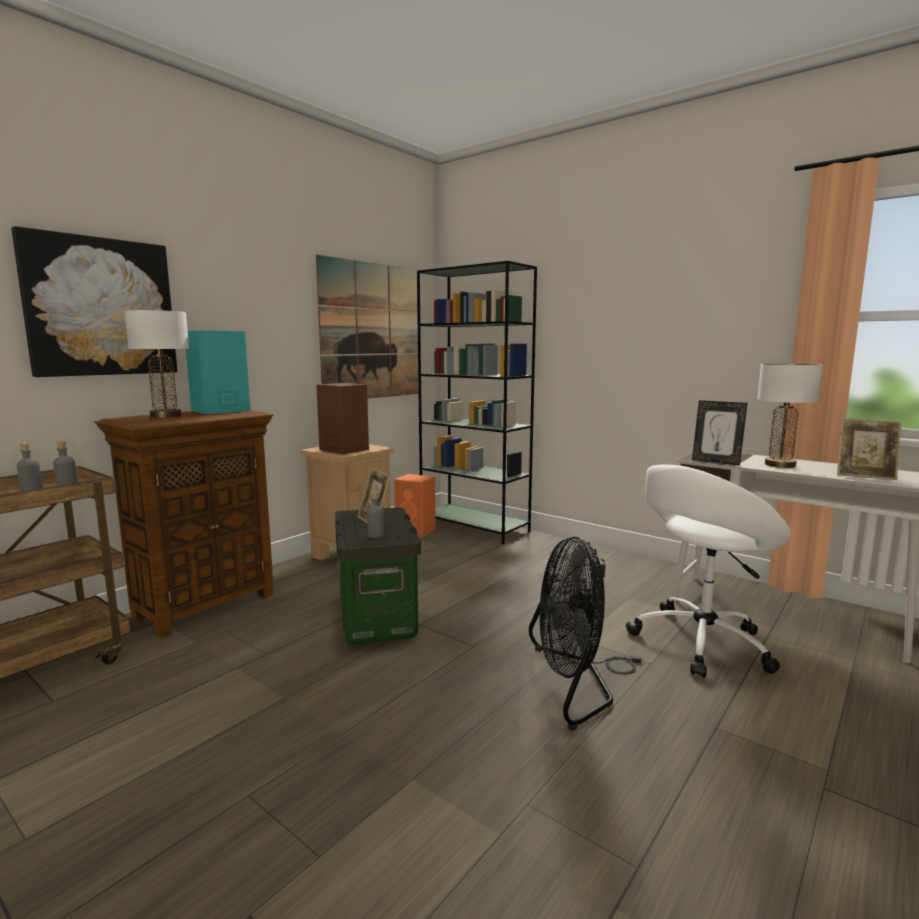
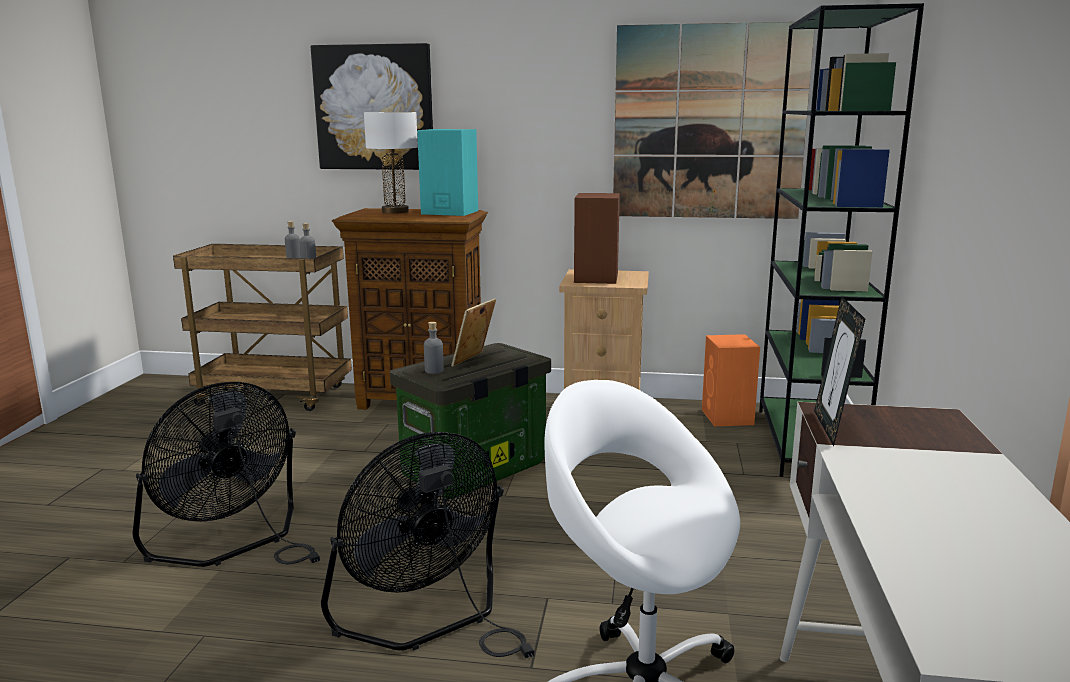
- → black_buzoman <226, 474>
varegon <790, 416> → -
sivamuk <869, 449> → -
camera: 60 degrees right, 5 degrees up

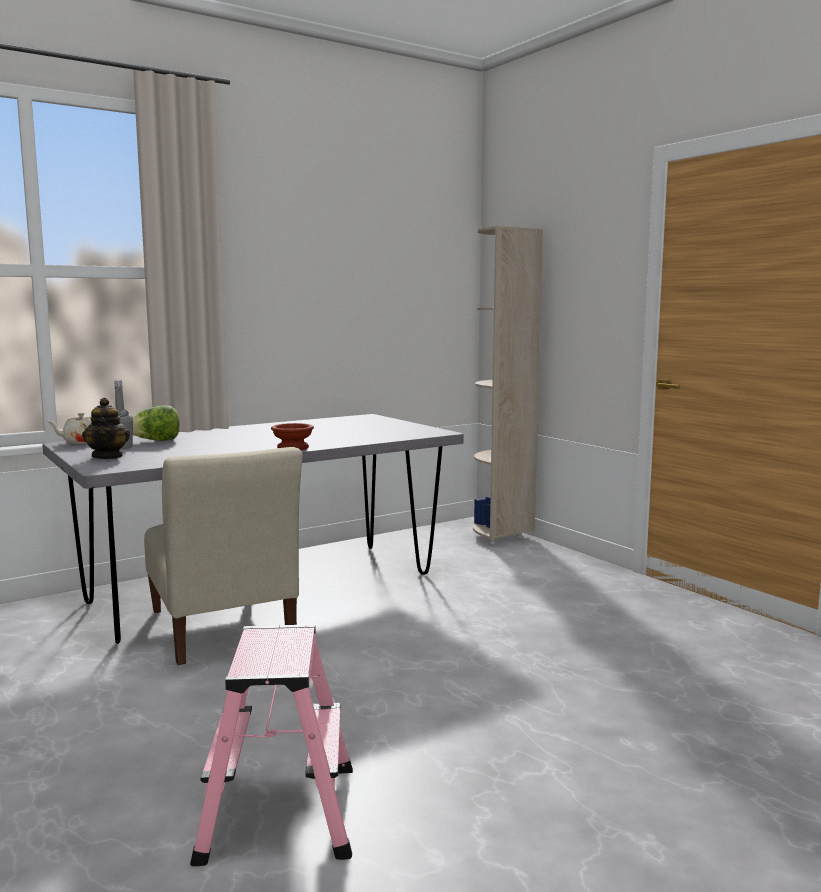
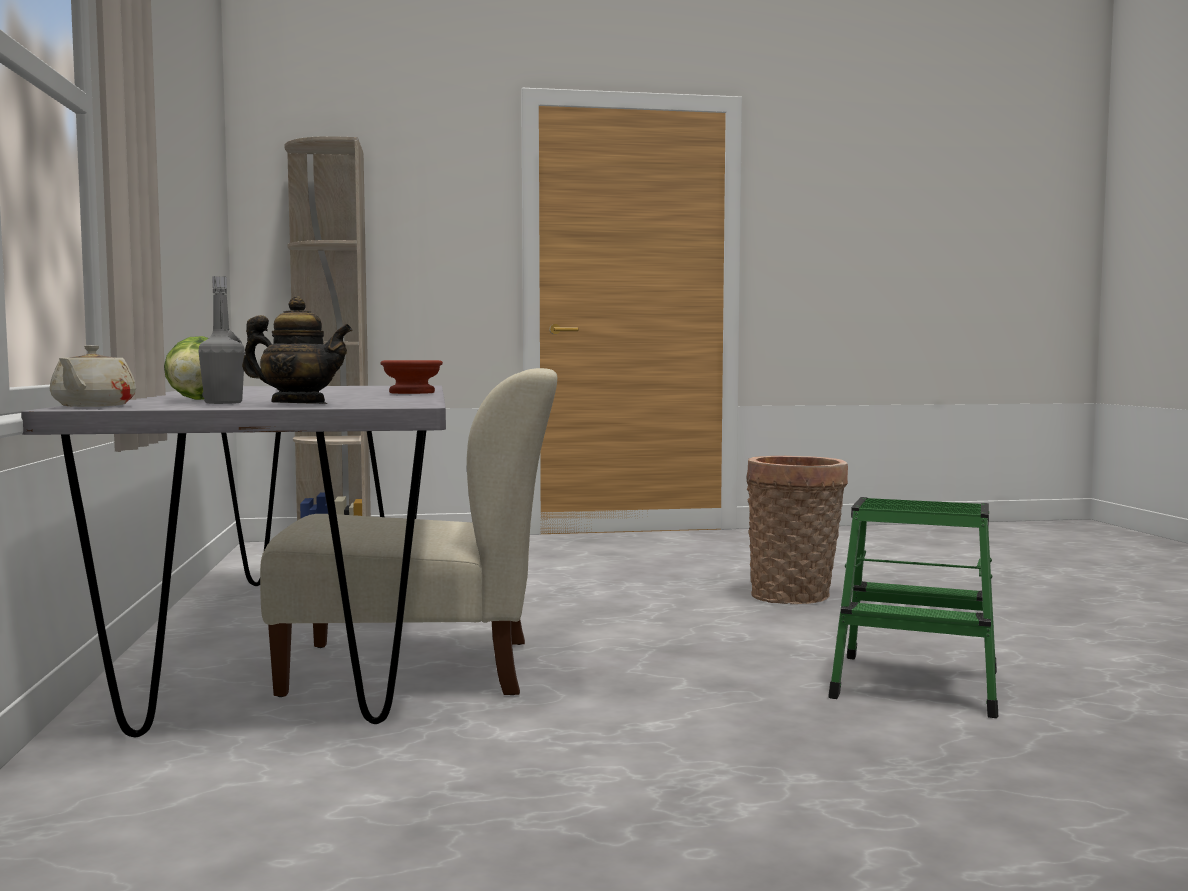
- → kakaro <797, 530>
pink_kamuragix <271, 745> → green_kamuragix <913, 607>
camera: 65 degrees left, 5 degrees down

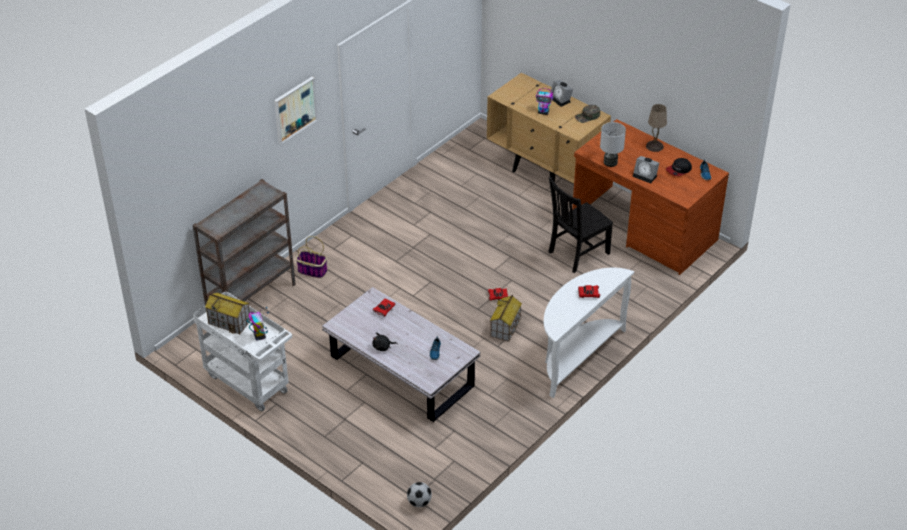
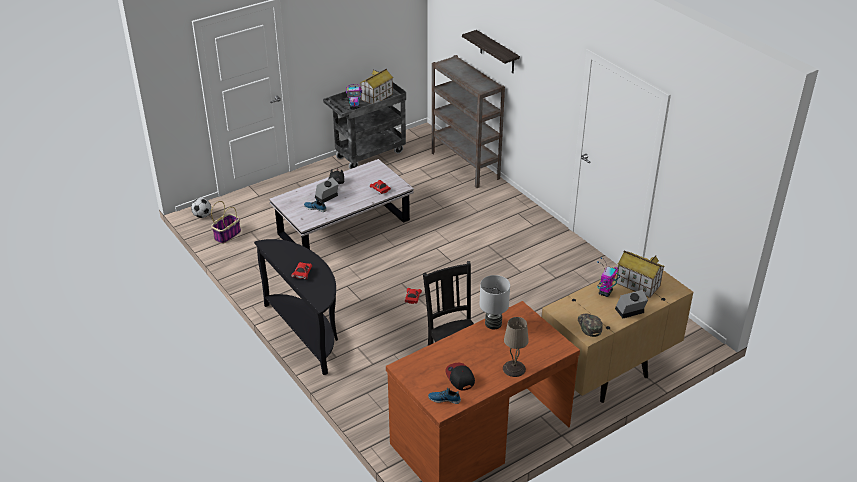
kakaro <311, 257> → kakaro <226, 222>, moved
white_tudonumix <589, 333> → black_tudonumix <296, 307>
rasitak <646, 169> → rasitak <327, 190>, moved
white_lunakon <243, 351> → black_lunakon <364, 125>
- → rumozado <491, 51>
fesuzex <506, 318> → fesuzex <640, 274>, moved
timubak <296, 110> → -
camera: 105 degrees right, 5 degrees down

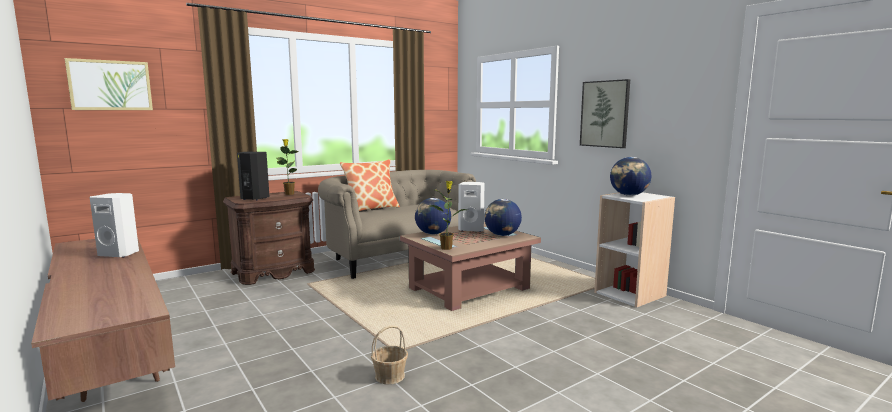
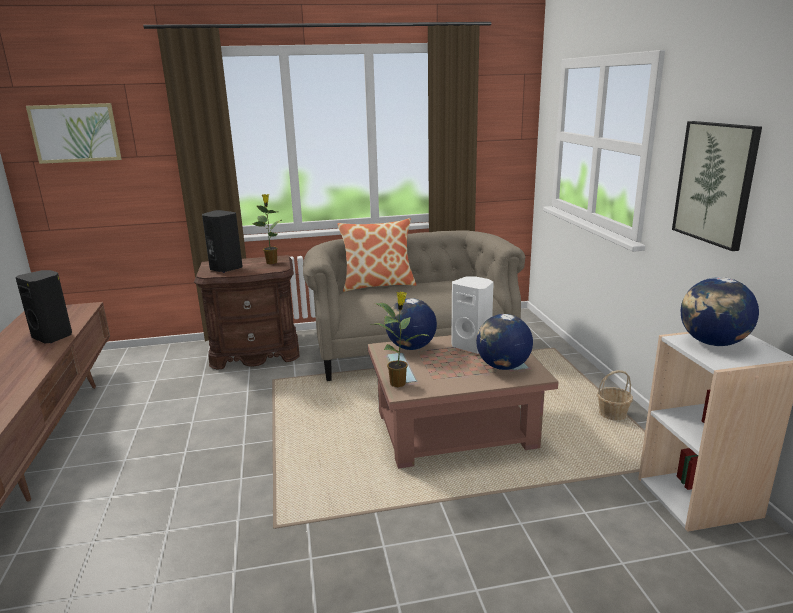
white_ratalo <114, 225> → black_ratalo <43, 307>
kakaro <389, 354> → kakaro <615, 395>, moved
camera: 25 degrees right, 10 degrees up

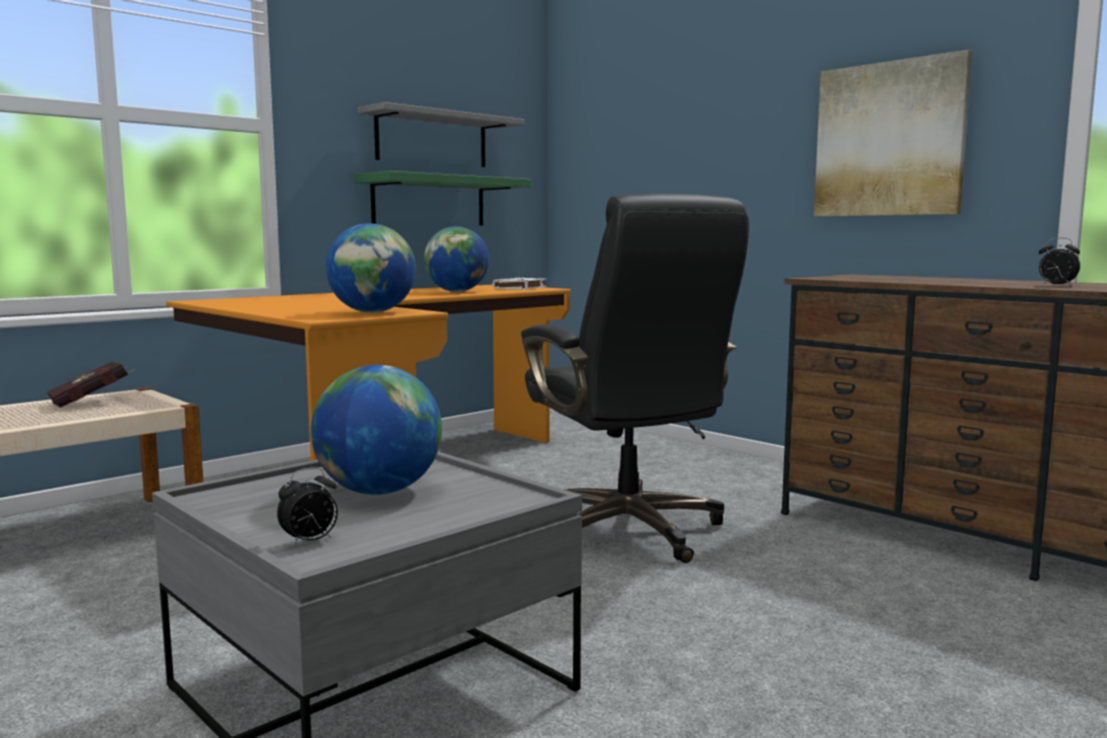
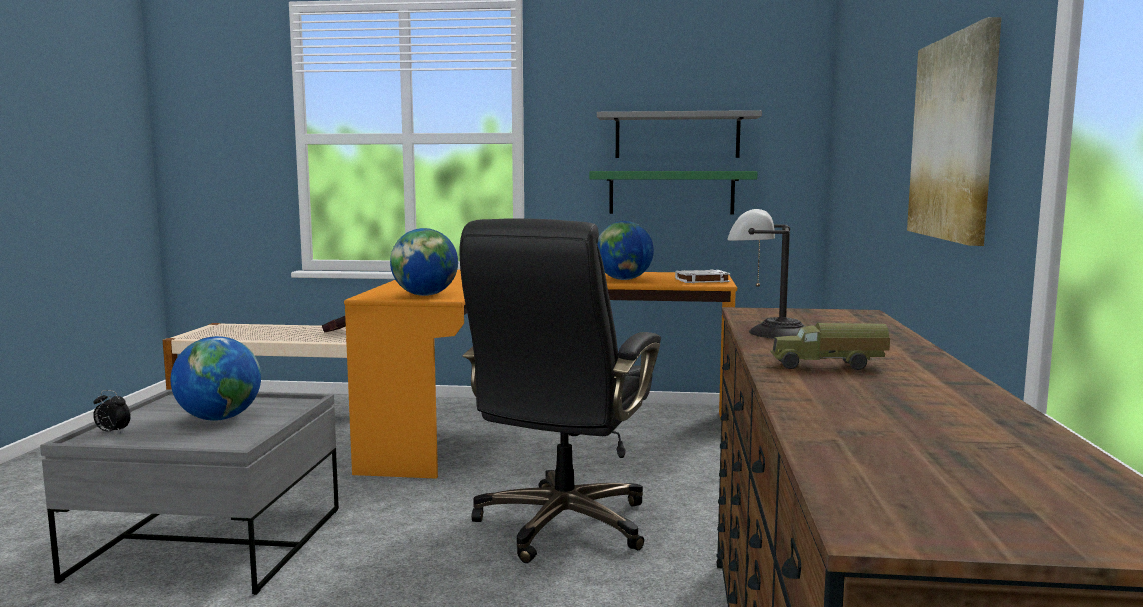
- → varegon <766, 274>
rasitak <1059, 262> → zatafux <830, 346>
camera: 50 degrees right, 0 degrees up

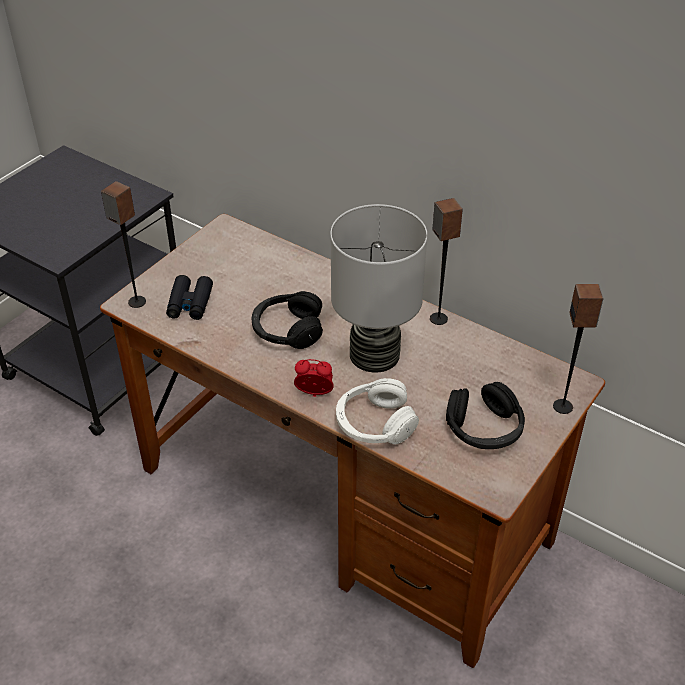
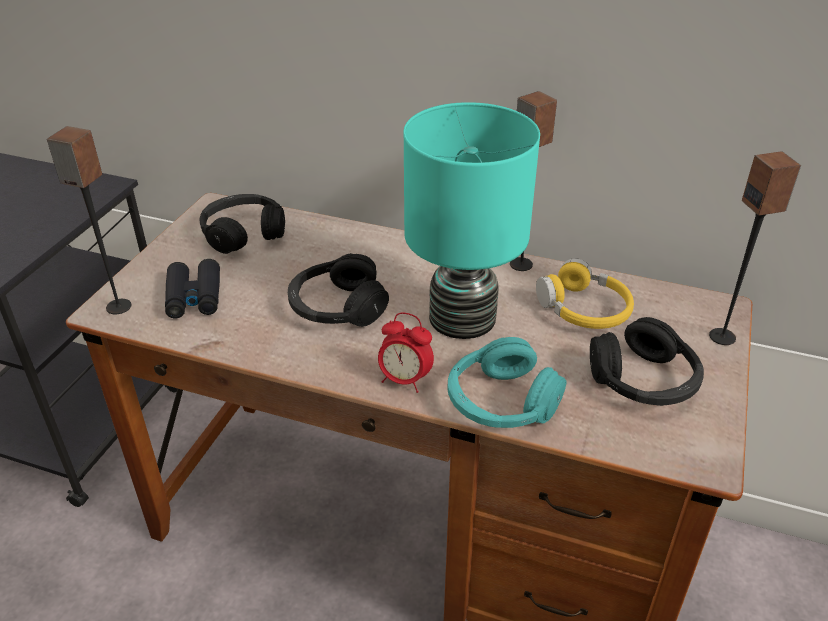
- → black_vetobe <242, 224>
rasitak <314, 378> → rasitak <406, 352>, 150 degrees counterclockwise
grey_varegon <379, 288> → turquoise_varegon <472, 220>
white_vetobe <377, 411> → turquoise_vetobe <506, 382>
- → yellow_vetobe <585, 293>
camera: 15 degrees left, 5 degrees down

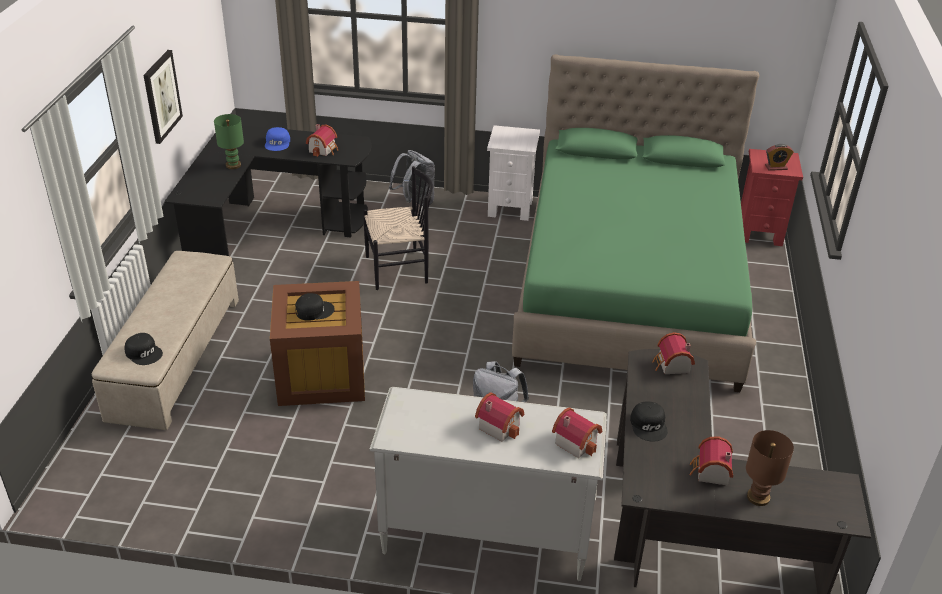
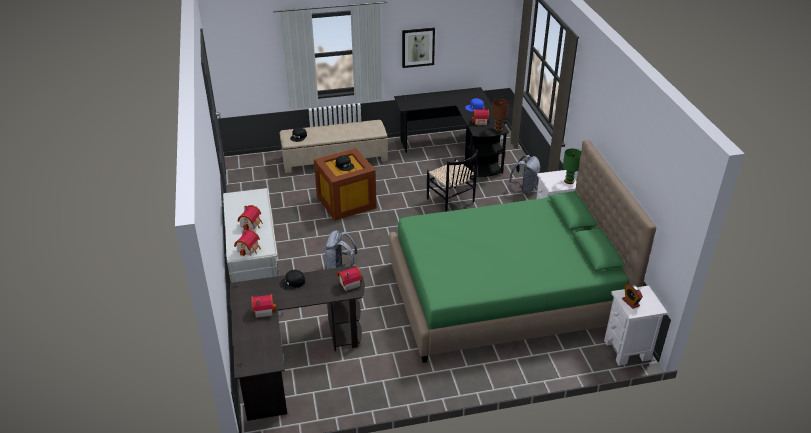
brown_varegon <770, 468> → brown_varegon <500, 115>, moved
green_varegon <229, 141> → green_varegon <572, 166>, moved
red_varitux <772, 197> → white_varitux <636, 325>
camera: 70 degrees right, 0 degrees up

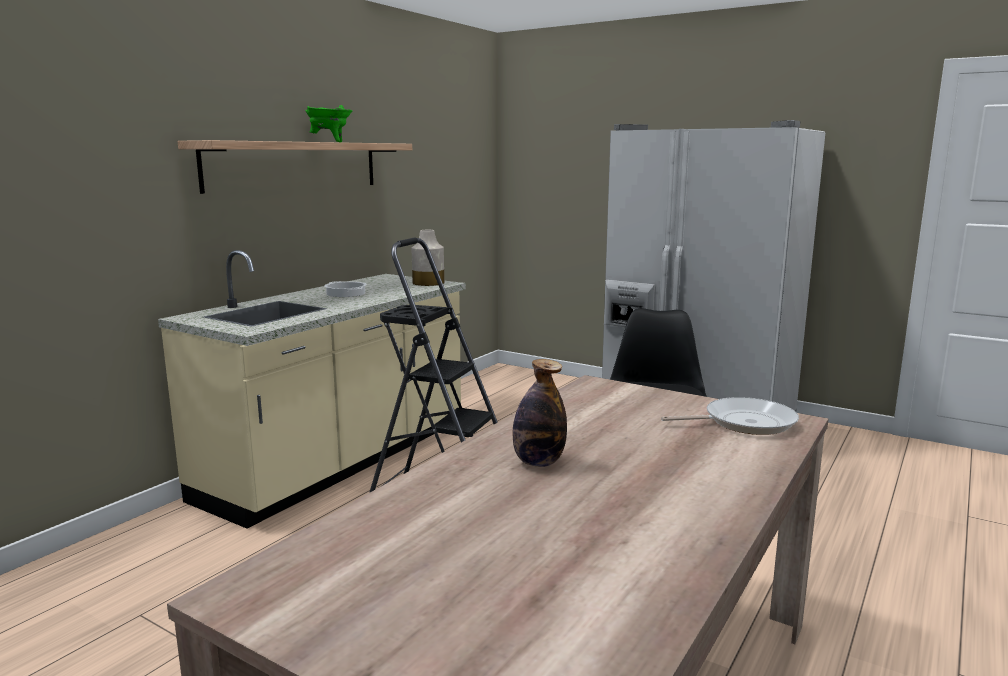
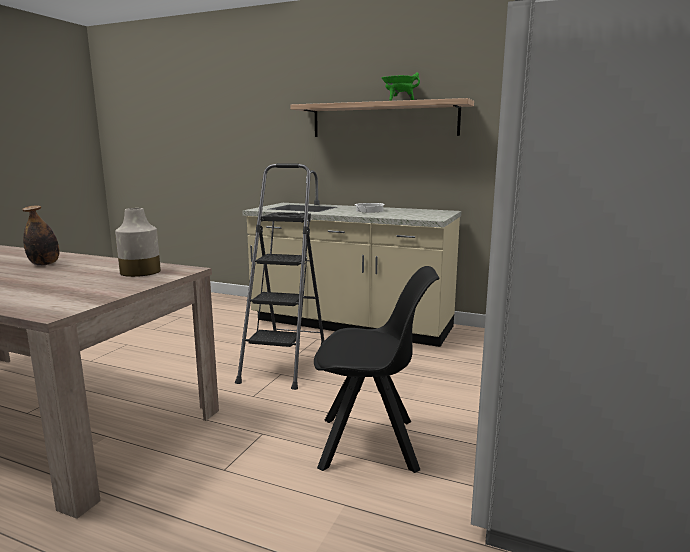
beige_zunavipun <427, 258> → beige_zunavipun <138, 242>, moved
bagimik <730, 416> → -
camera: 80 degrees right, 0 degrees up

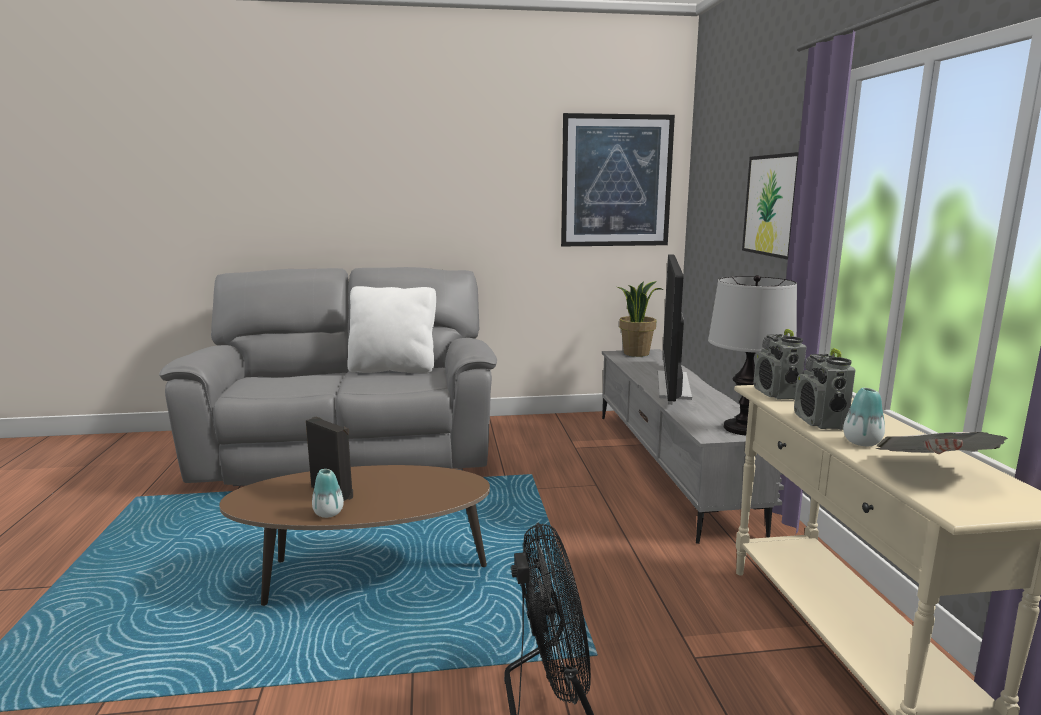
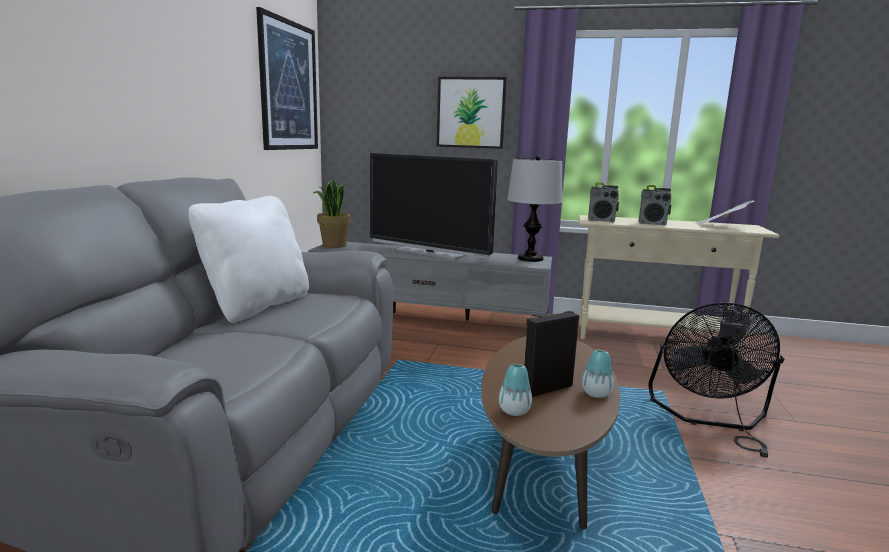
zunavipun <864, 417> → zunavipun <515, 390>, moved
camera: 70 degrees left, 0 degrees up

